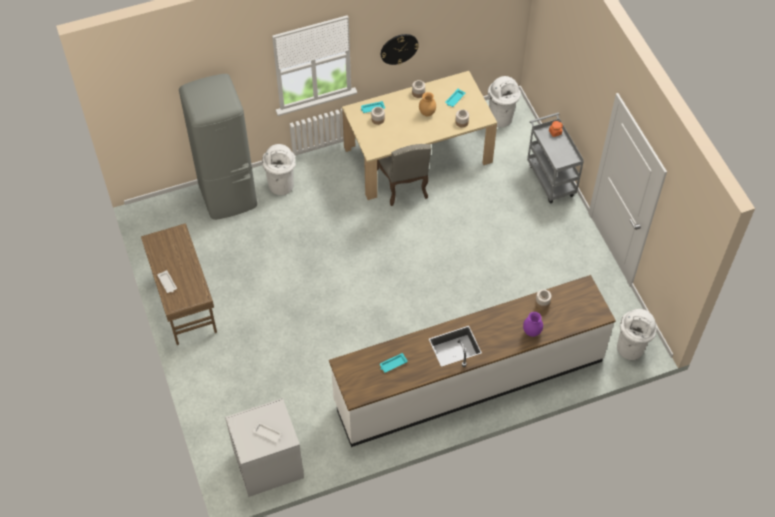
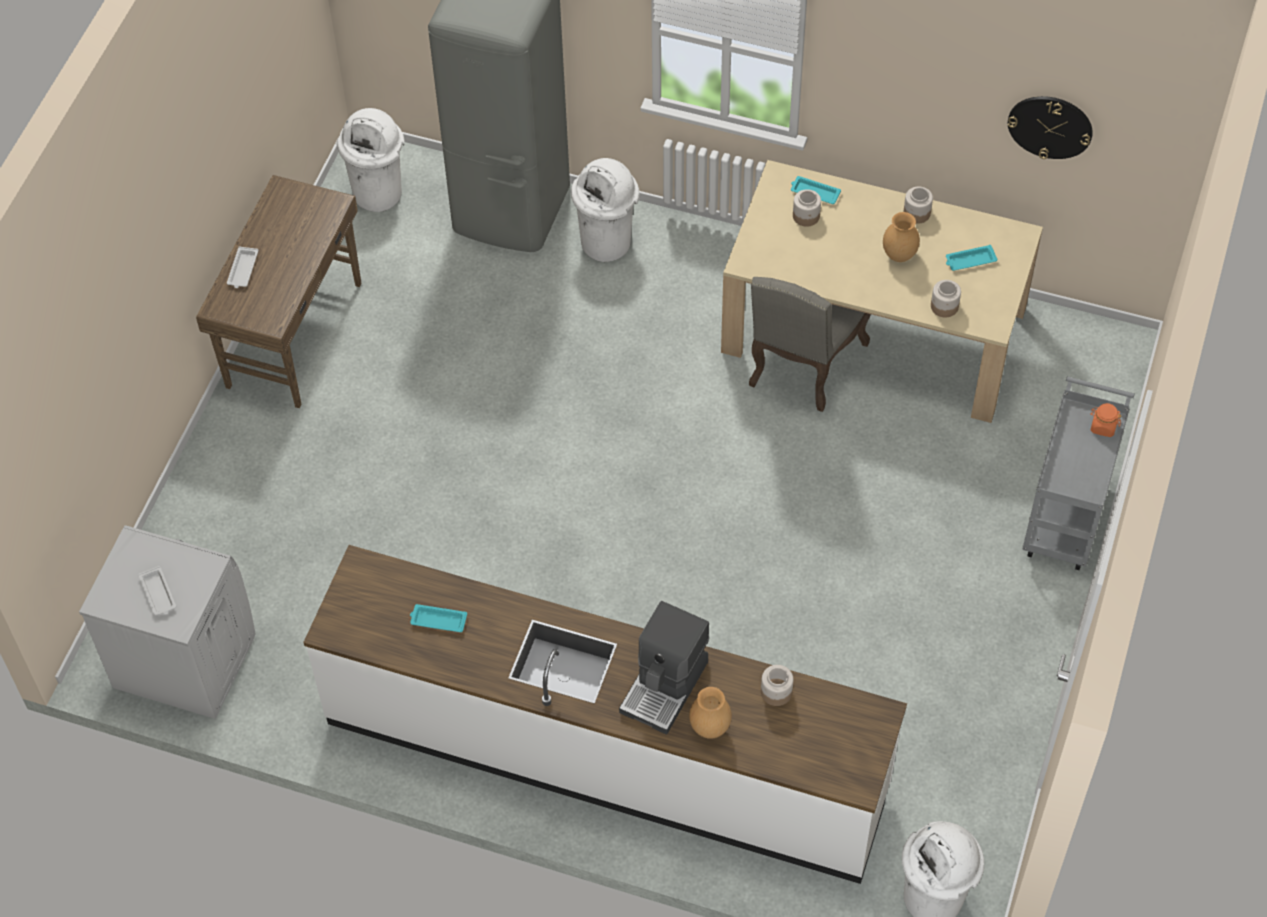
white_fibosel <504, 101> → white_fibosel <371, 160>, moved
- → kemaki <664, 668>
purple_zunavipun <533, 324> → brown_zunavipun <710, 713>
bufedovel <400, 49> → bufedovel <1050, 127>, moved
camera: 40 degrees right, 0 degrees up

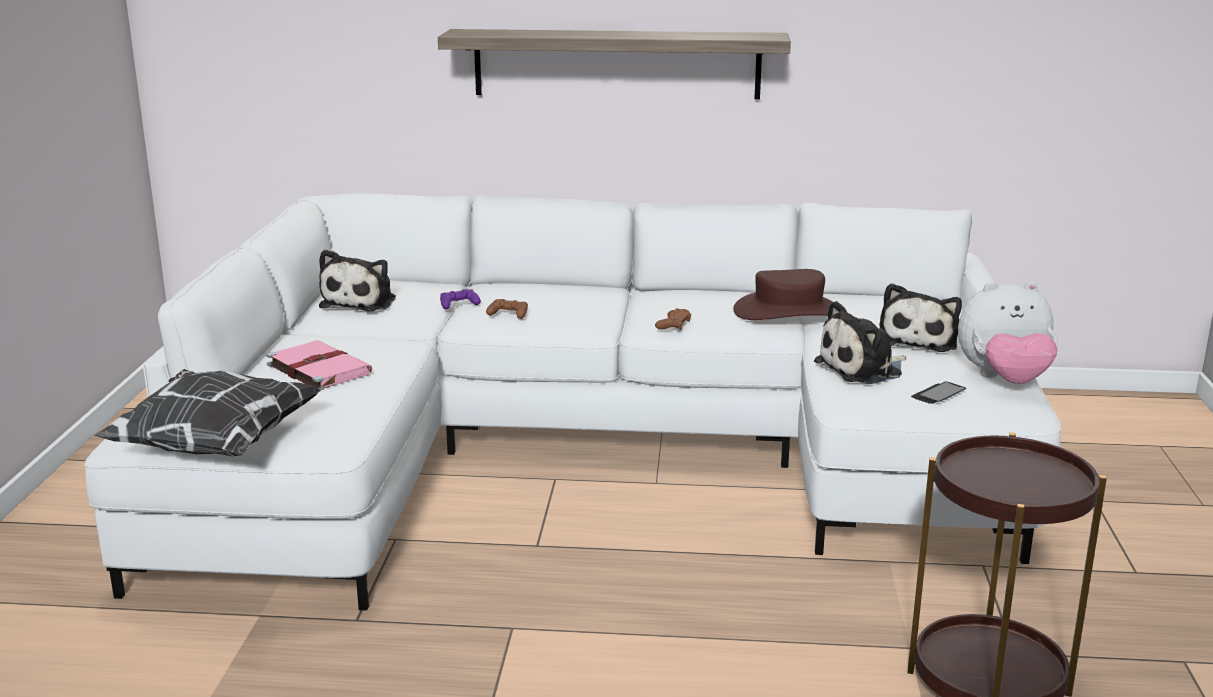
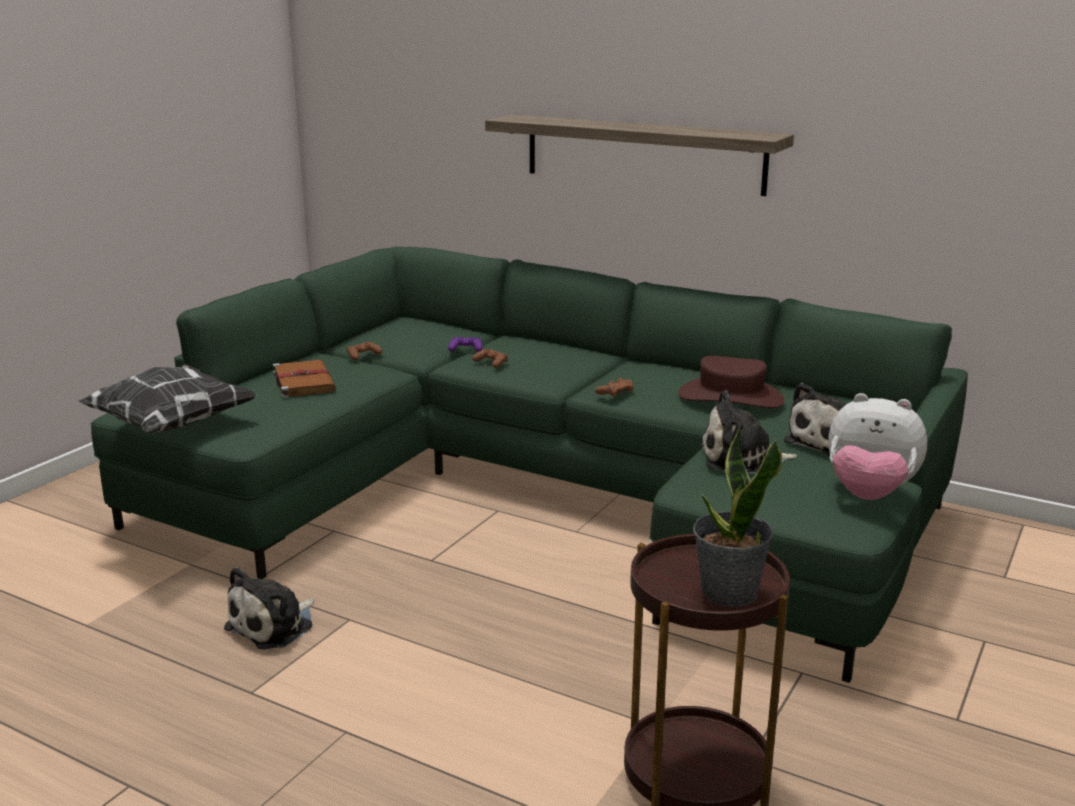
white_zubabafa <572, 402> → green_zubabafa <529, 465>
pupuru <357, 280> → pupuru <269, 608>, moved
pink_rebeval <319, 365> → brown_rebeval <304, 379>
- → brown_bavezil <364, 351>
- → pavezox <737, 516>
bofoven <938, 393> → -
camera: 25 degrees right, 0 degrees up

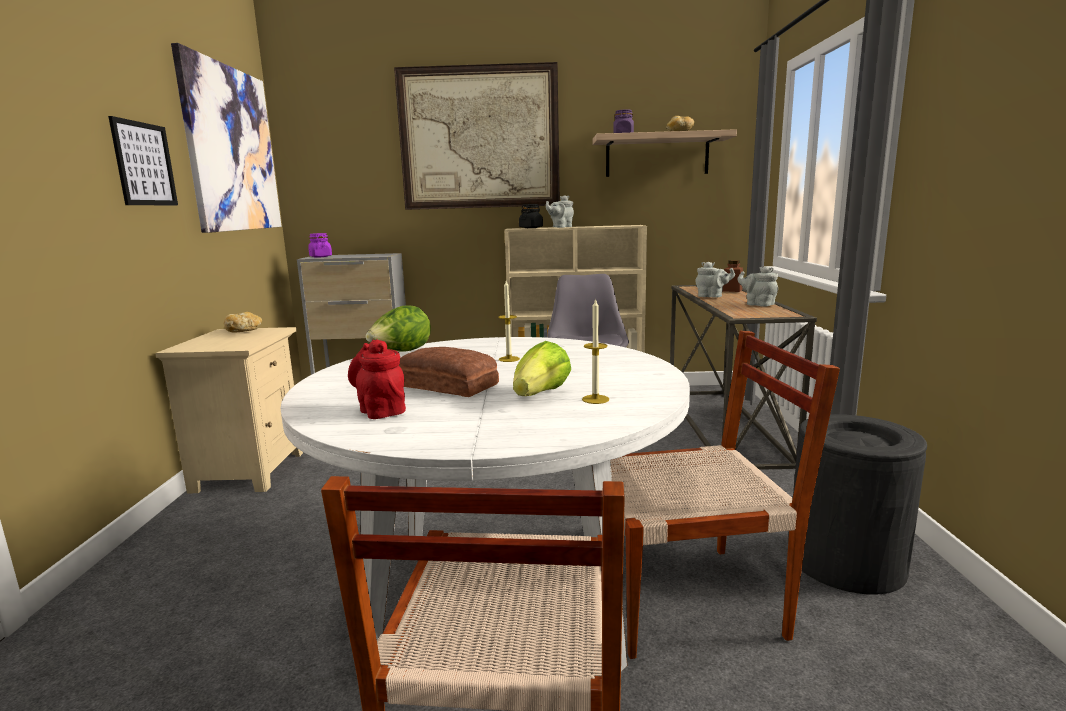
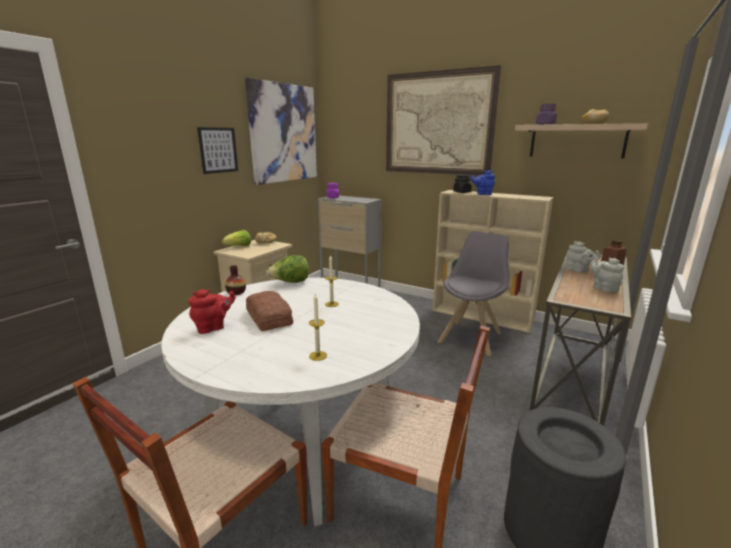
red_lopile <377, 379> → red_lopile <211, 311>, 60 degrees clockwise
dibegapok <542, 368> → dibegapok <236, 238>, moved
- → zunavipun <235, 280>
grey_lopile <560, 211> → blue_lopile <483, 182>
camera: 30 degrees right, 5 degrees up

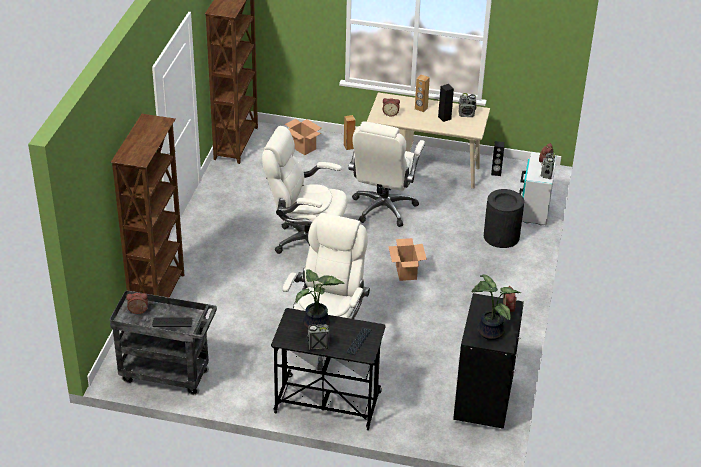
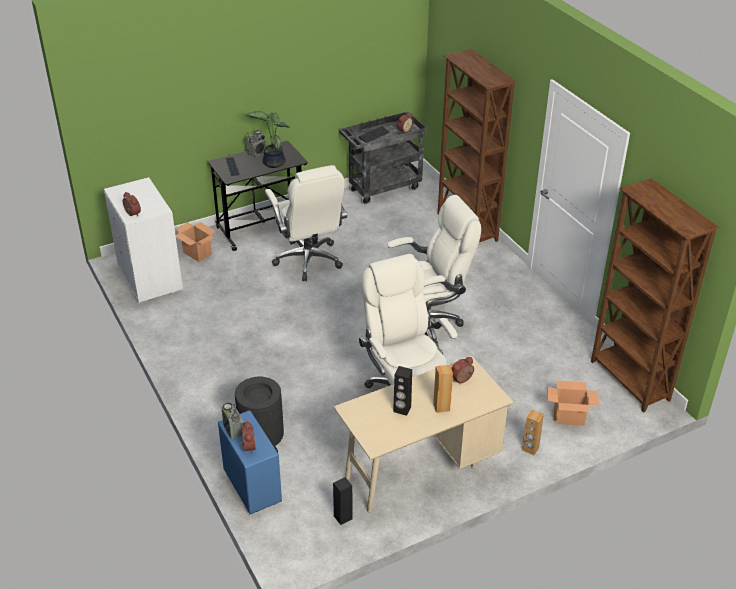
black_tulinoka <488, 361> → white_tulinoka <143, 239>
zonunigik <407, 259> → zonunigik <196, 242>, moved
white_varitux <538, 189> → blue_varitux <250, 462>
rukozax <467, 105> → -
pavezox <496, 307> → -
camera: 140 degrees right, 0 degrees up

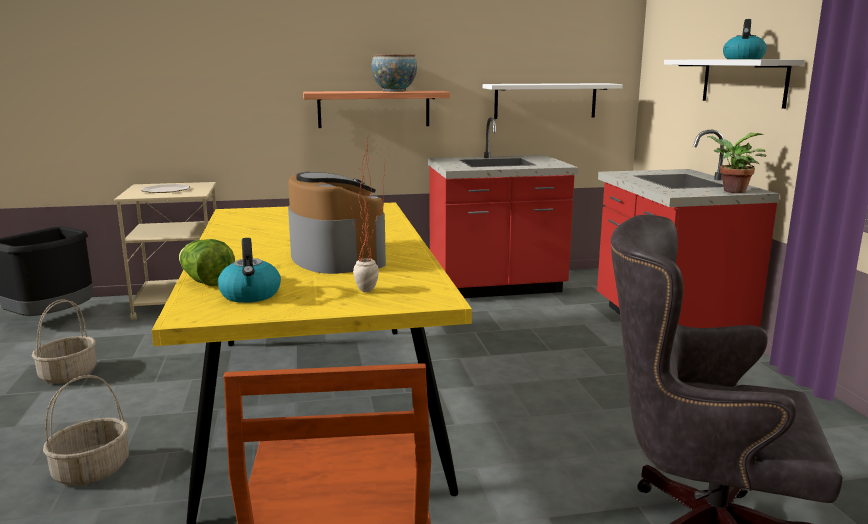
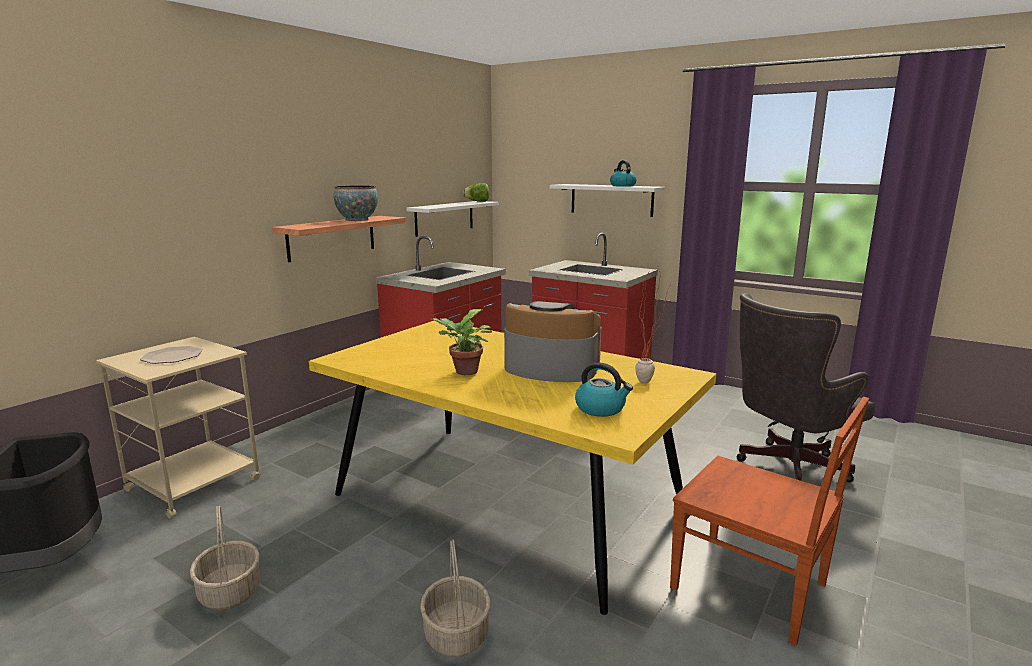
pavezox <737, 163> → pavezox <461, 342>, moved
dibegapok <207, 262> → dibegapok <476, 192>, moved
camera: 45 degrees left, 0 degrees up

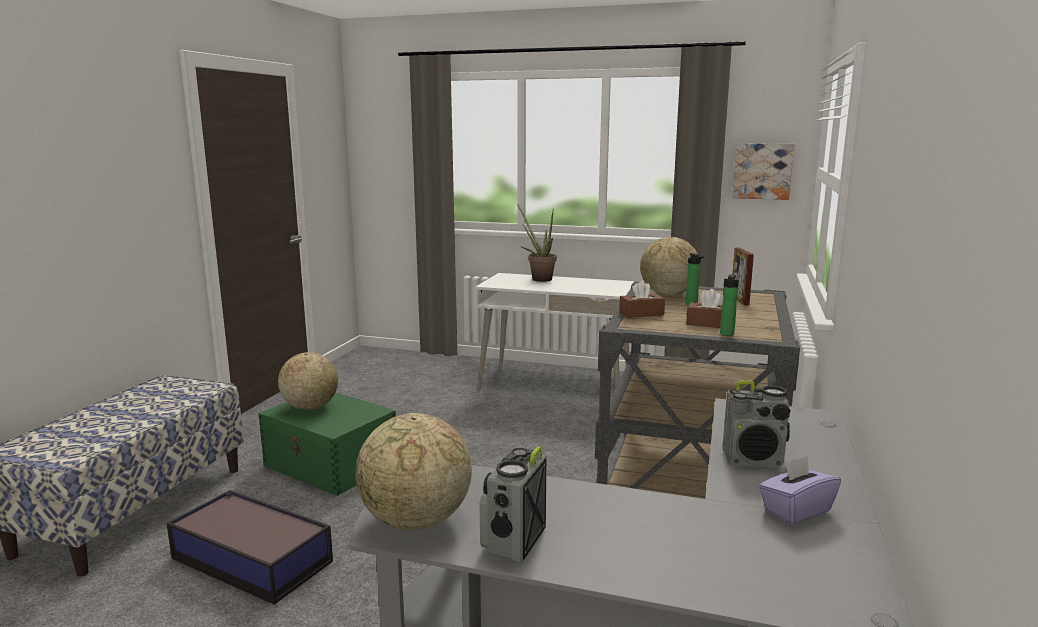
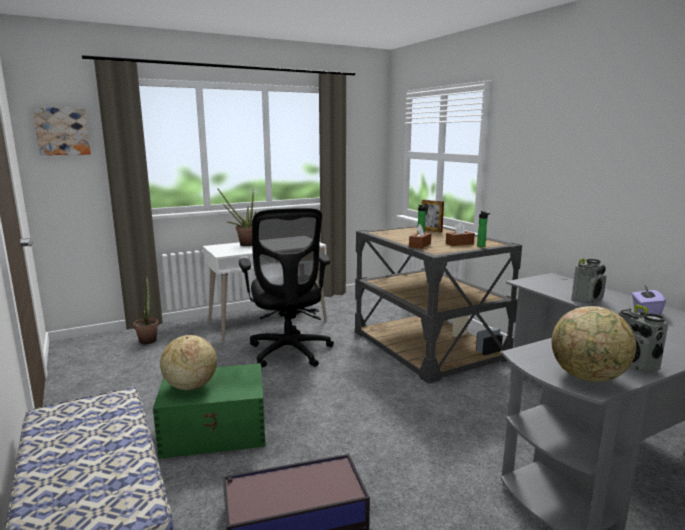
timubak <763, 171> → timubak <61, 131>, moved
- → pavezox <146, 310>
- → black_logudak <286, 287>
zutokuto <669, 266> → -
camera: 45 degrees left, 0 degrees up

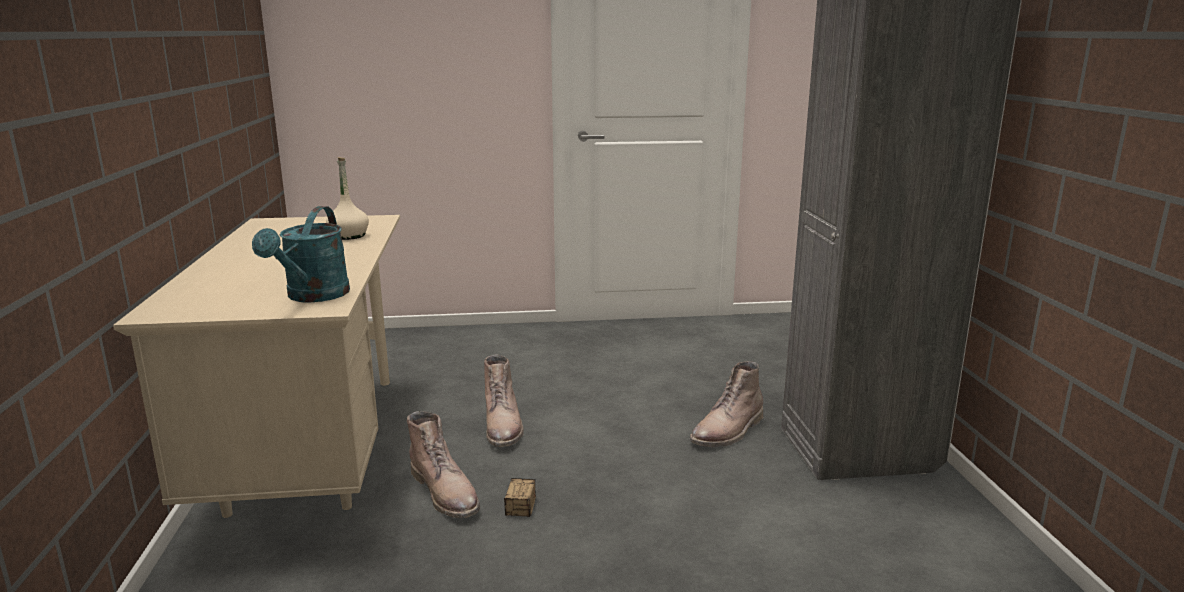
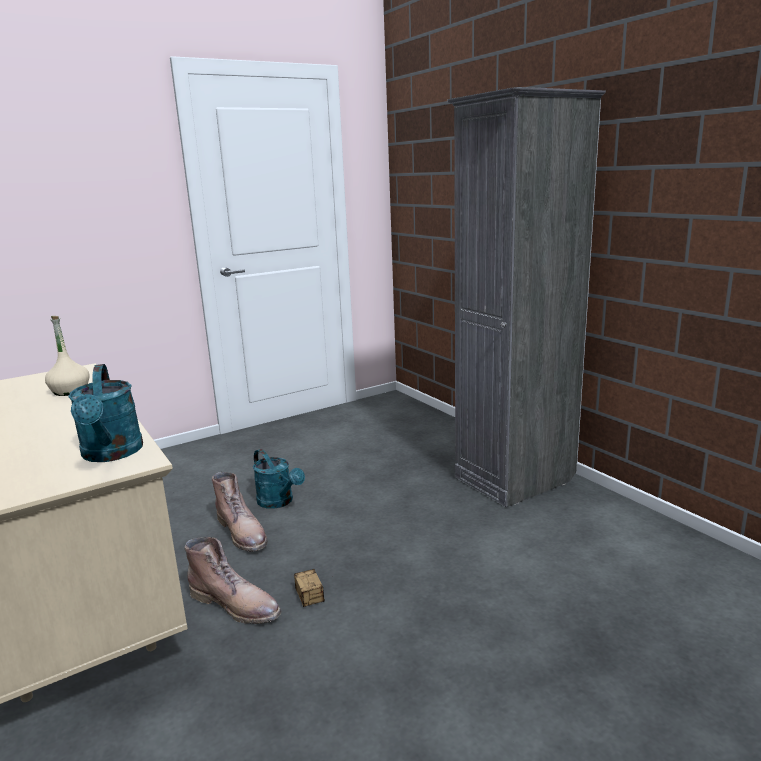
- → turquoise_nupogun <279, 479>
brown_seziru <726, 404> → -
camera: 25 degrees left, 0 degrees up

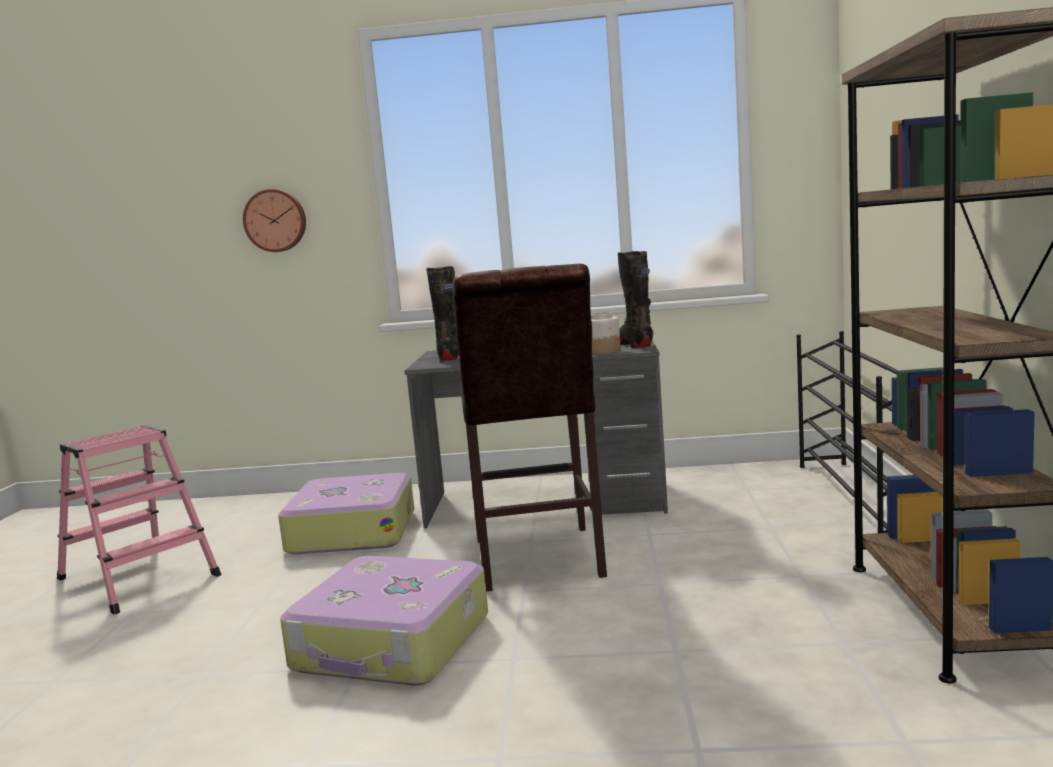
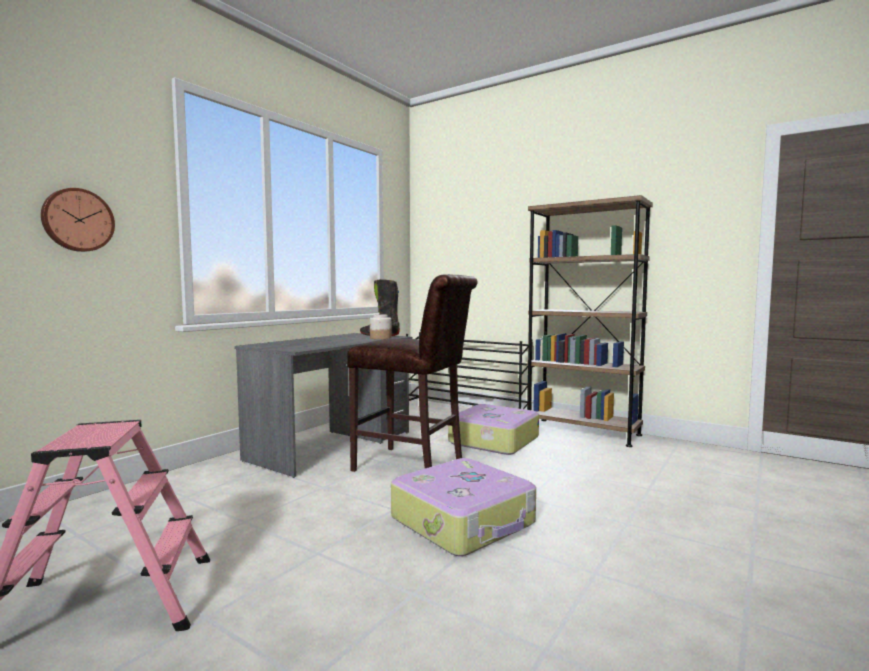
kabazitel <346, 513> → kabazitel <493, 429>, moved
black_seziru <442, 313> → -
camera: 60 degrees left, 5 degrees down

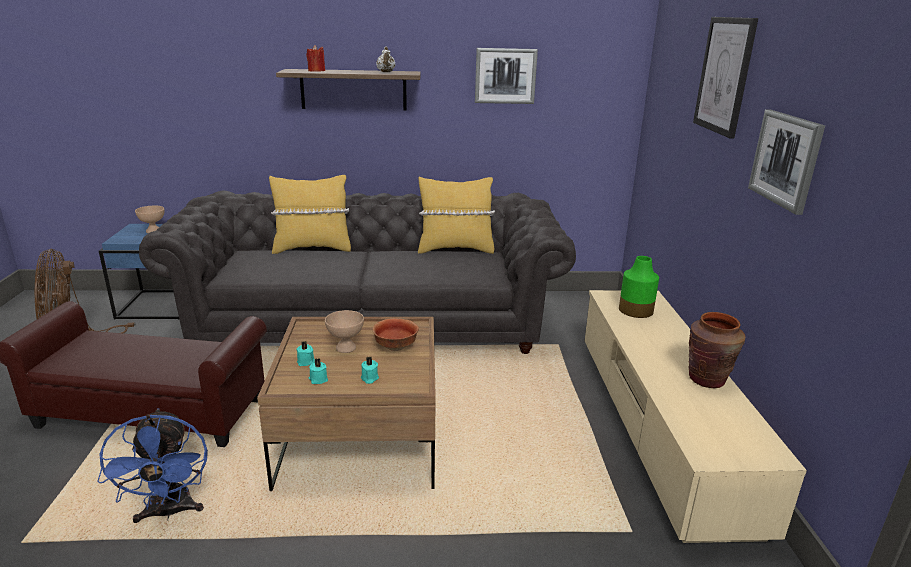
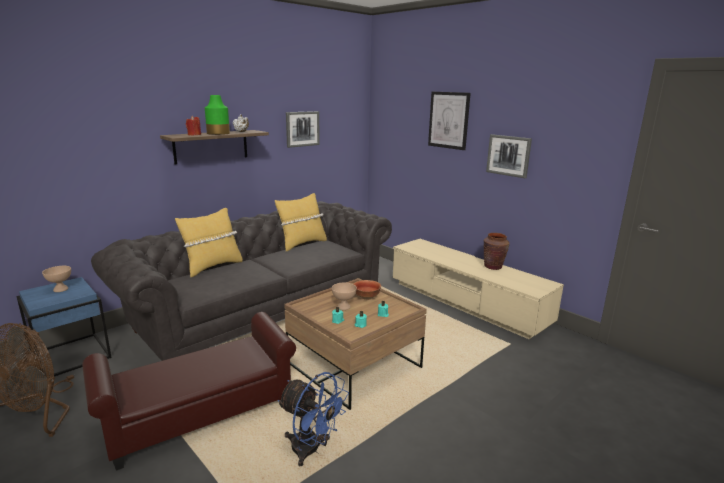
green_zunavipun <639, 287> → green_zunavipun <217, 115>, moved
camera: 40 degrees left, 5 degrees down

